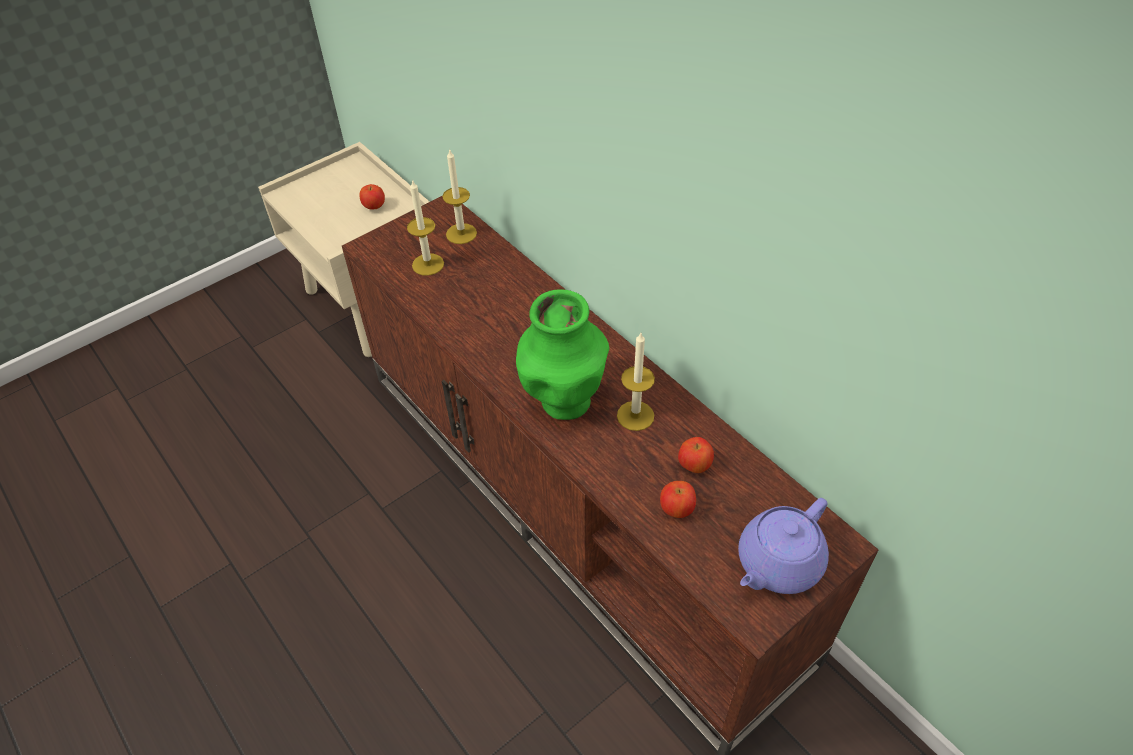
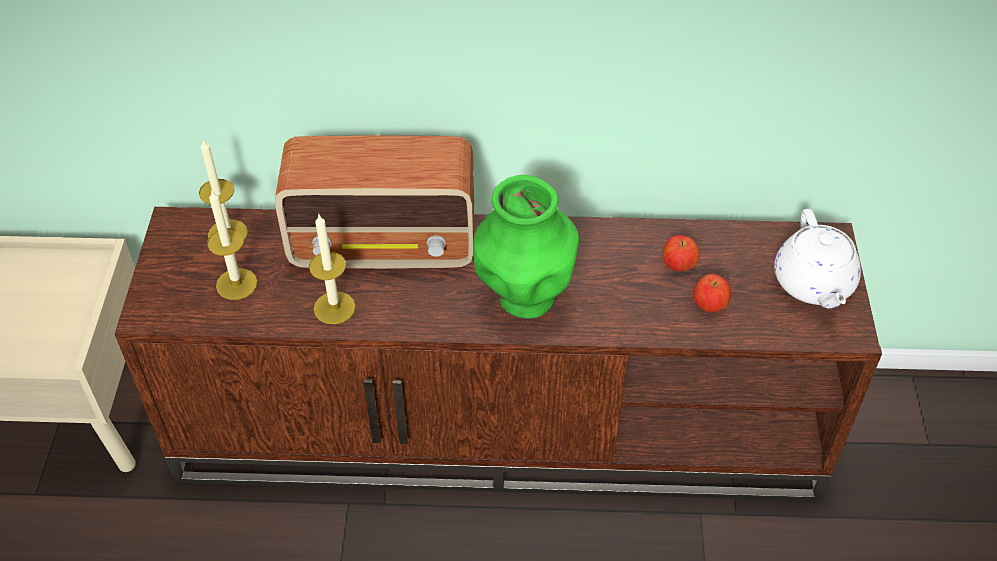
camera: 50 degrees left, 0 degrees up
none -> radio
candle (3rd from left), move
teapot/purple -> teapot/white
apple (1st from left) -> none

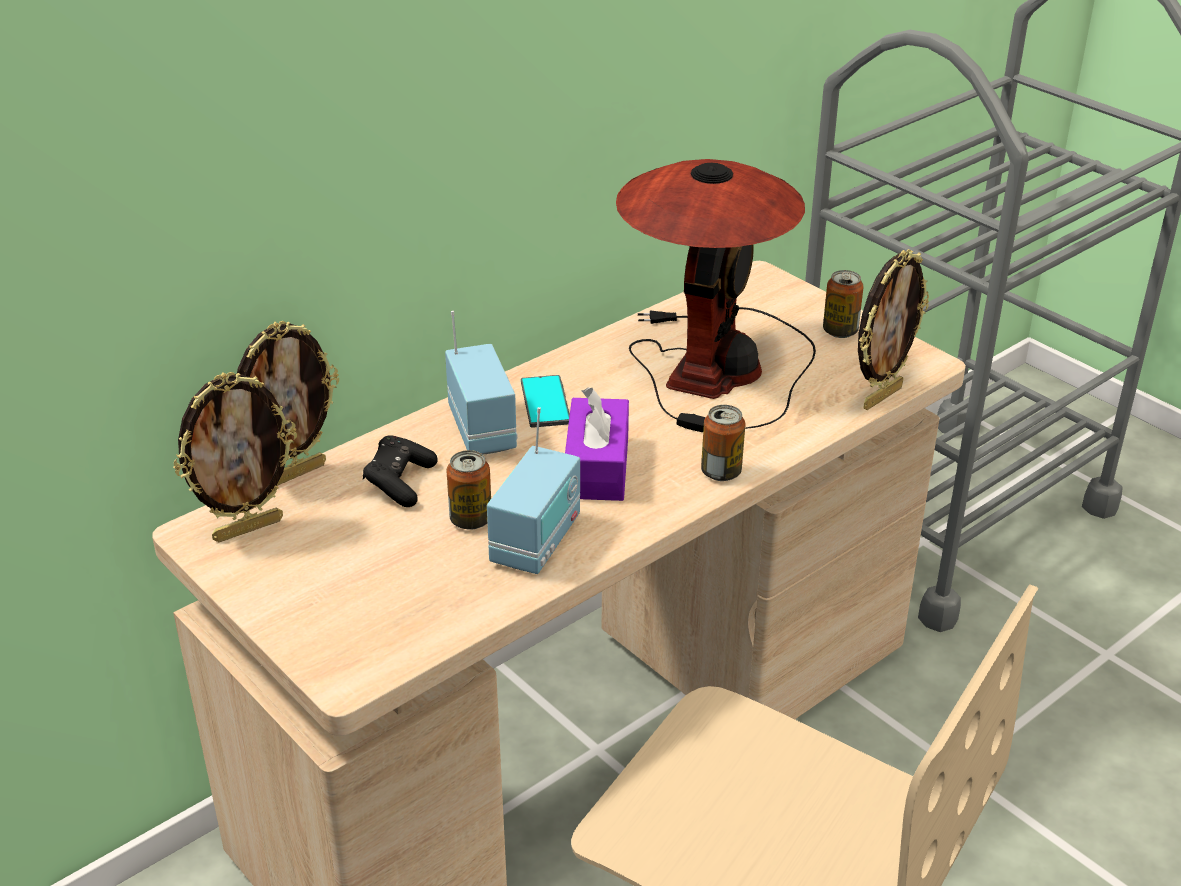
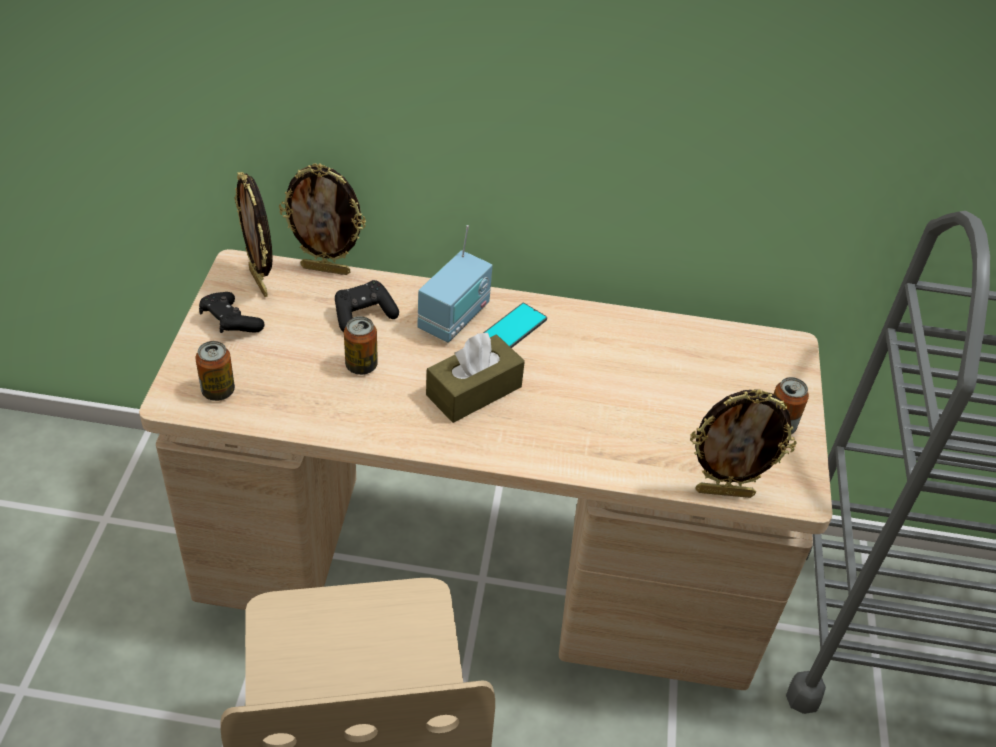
camera: 45 degrees right, 10 degrees up
can (2nd from left in the first image) -> can (1st from left), move
none -> game controller/black (1st from left)
picture frame (1st from left), 45 degrees clockwise
tissue box/purple -> tissue box/brown
radio (2nd from left) -> none
table lamp -> none

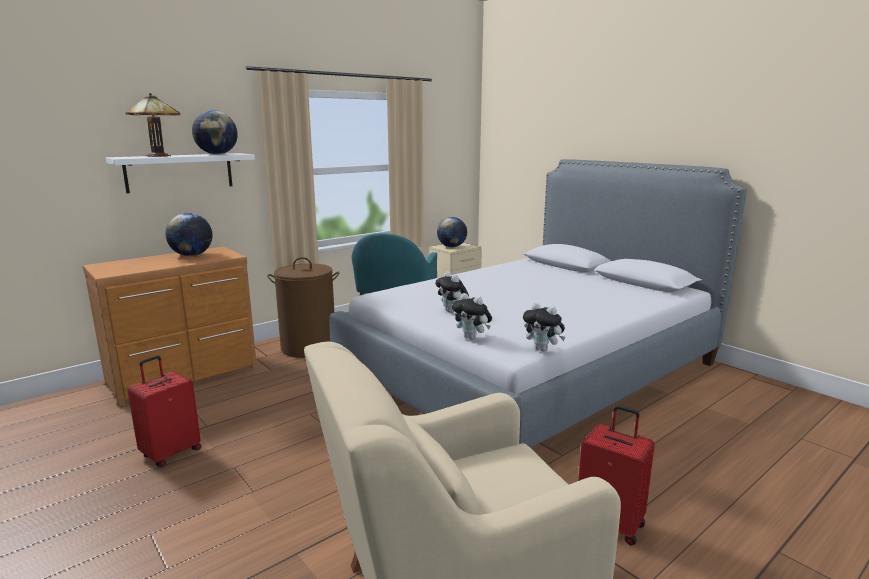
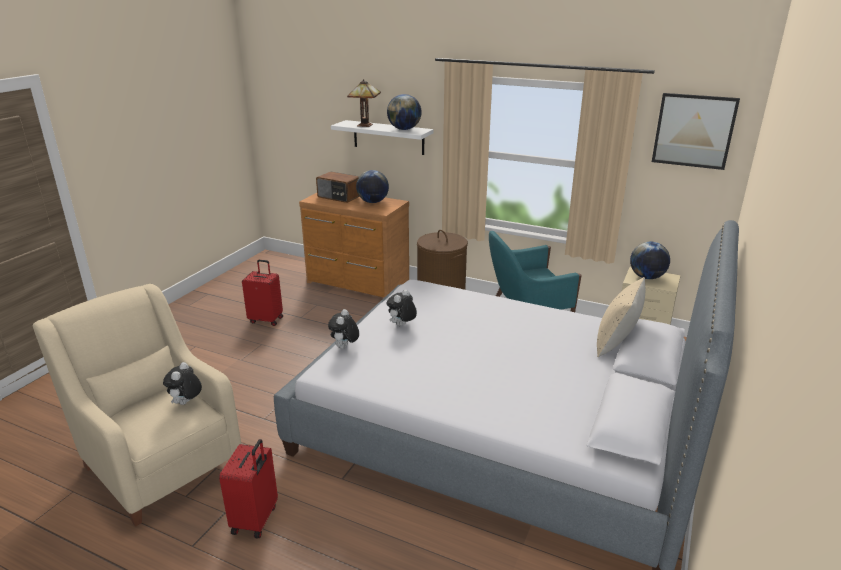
camera: 65 degrees right, 10 degrees up
plush toy (3rd from left in the first image) -> plush toy (1st from left), move
none -> radio
none -> pillow/beige
none -> picture

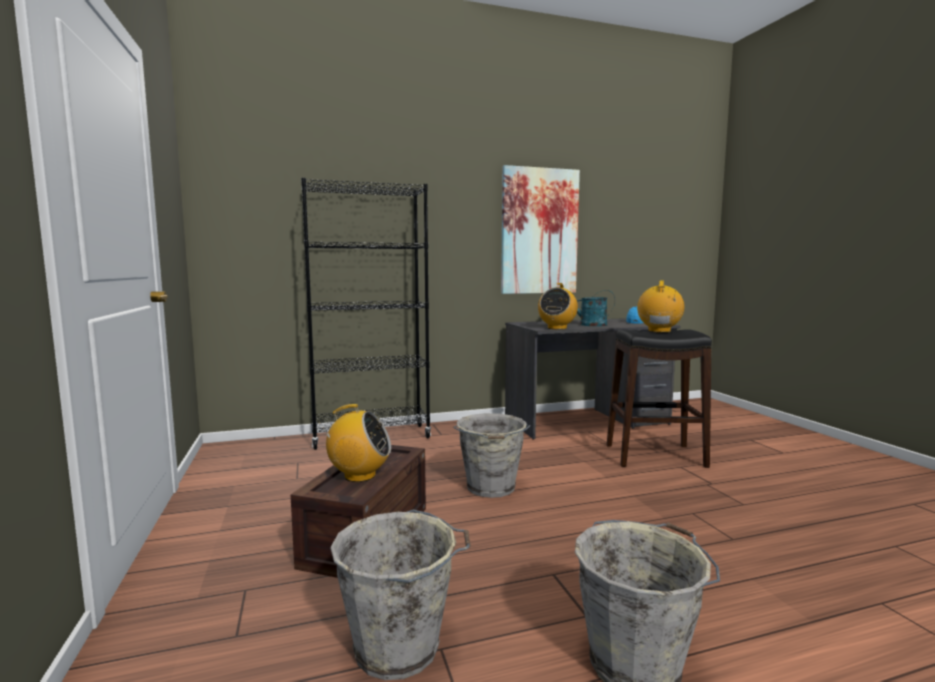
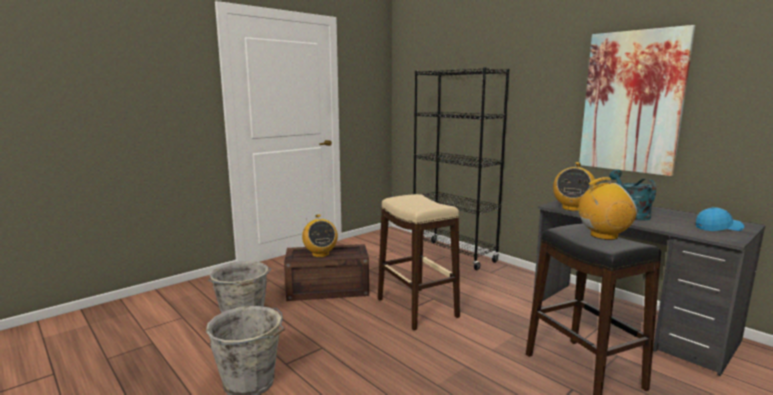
camera: 65 degrees right, 5 degrees up
bucket/grey (2nd from left) -> stool/beige
radio (2nd from left), 60 degrees counterclockwise

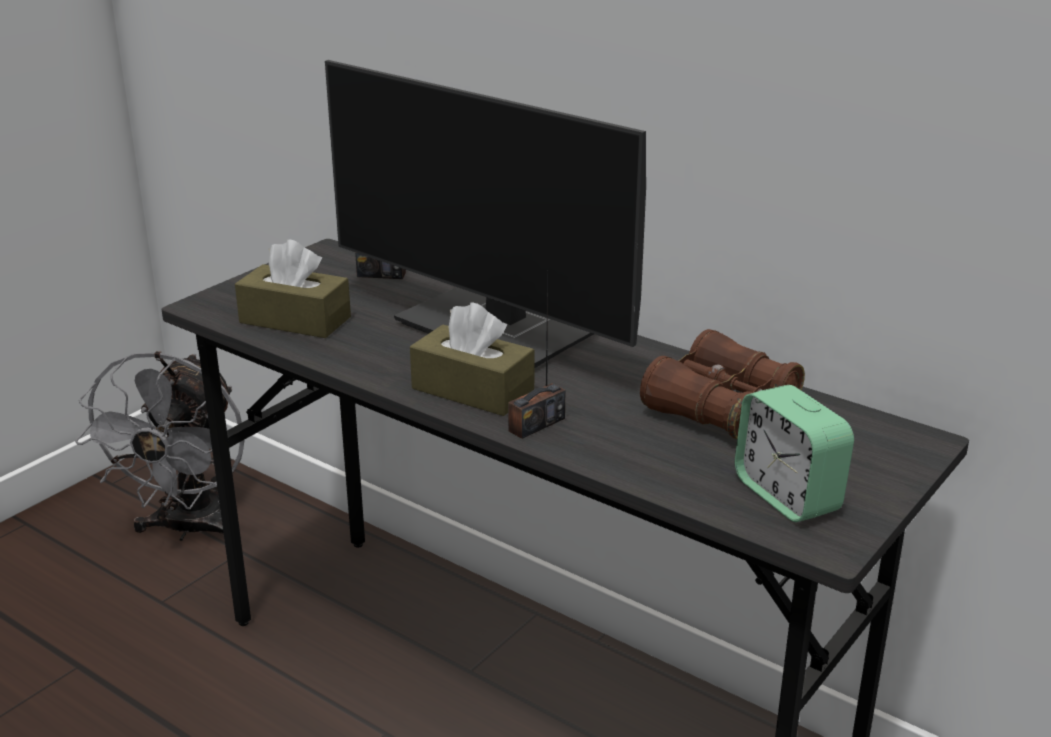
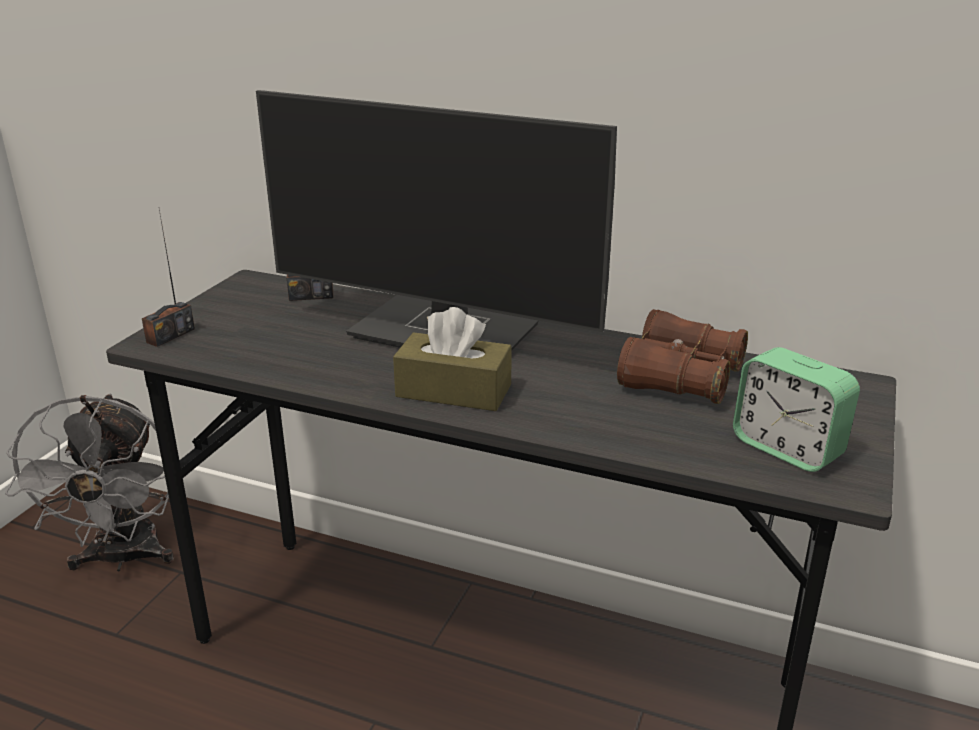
camera: 15 degrees left, 0 degrees up
radio (2nd from left in the first image) -> radio (1st from left), move
tissue box/brown (1st from left) -> none

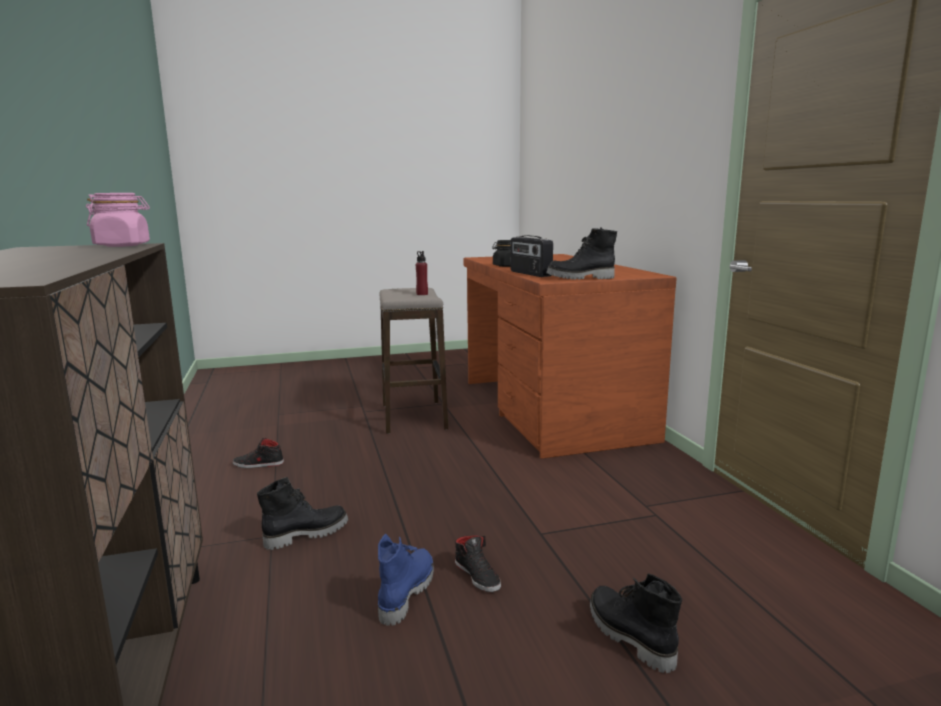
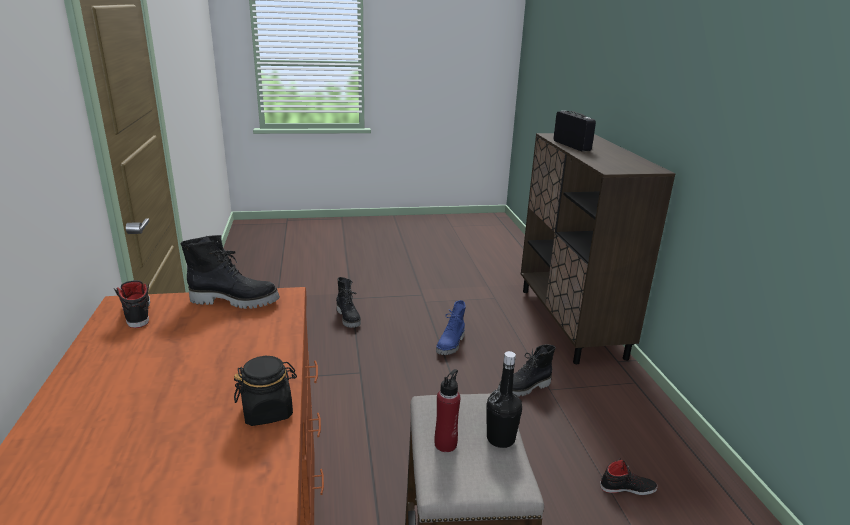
camera: 175 degrees left, 10 degrees up
shoe/black (2nd from left in the first image) -> shoe/black (1st from left), move
none -> bottle/black
radio, move
jar/pink -> none

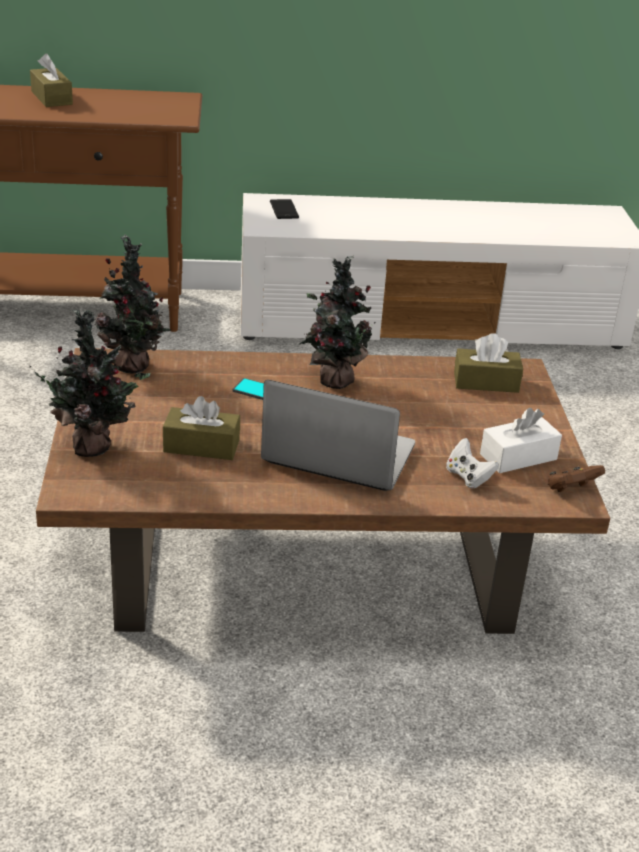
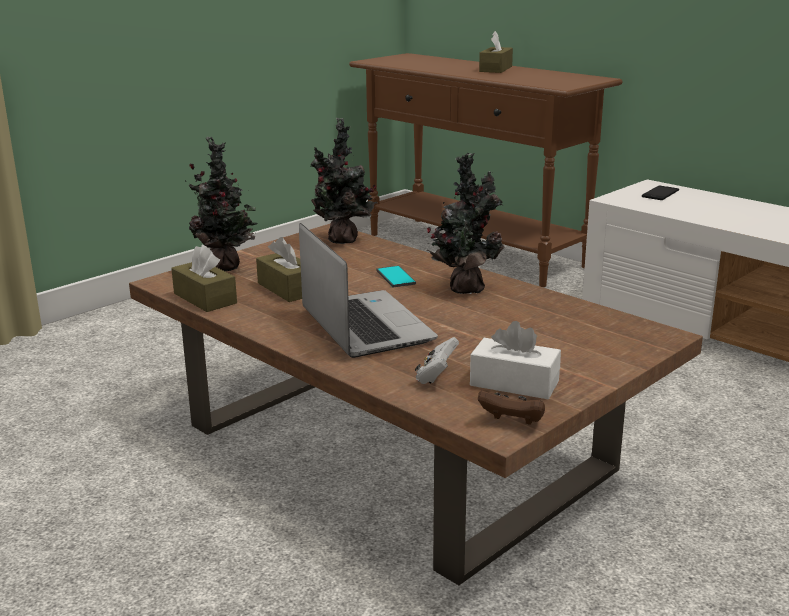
camera: 50 degrees right, 10 degrees down
tissue box/brown (3rd from left in the first image) -> tissue box/brown (1st from left), move

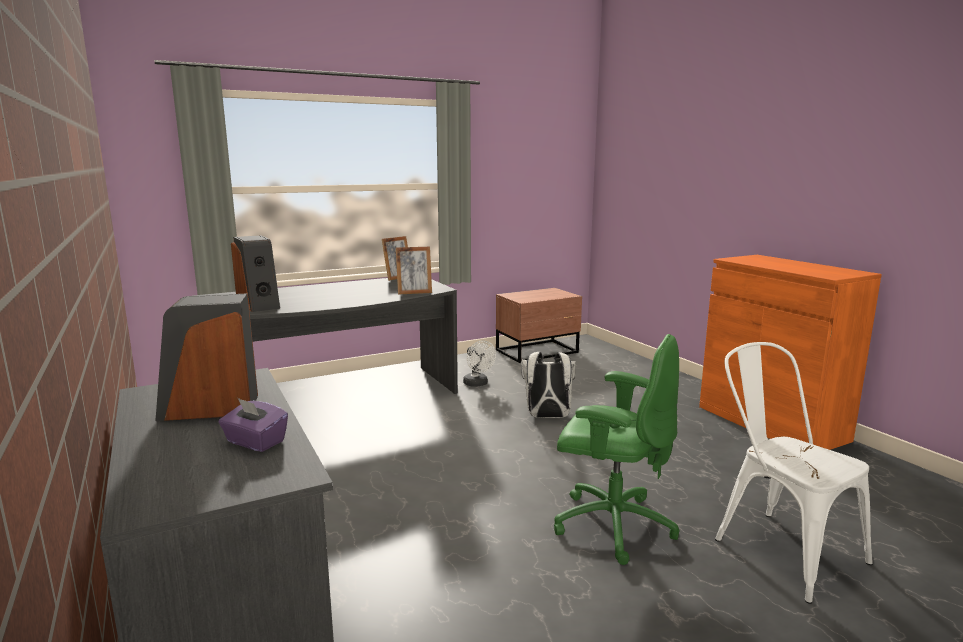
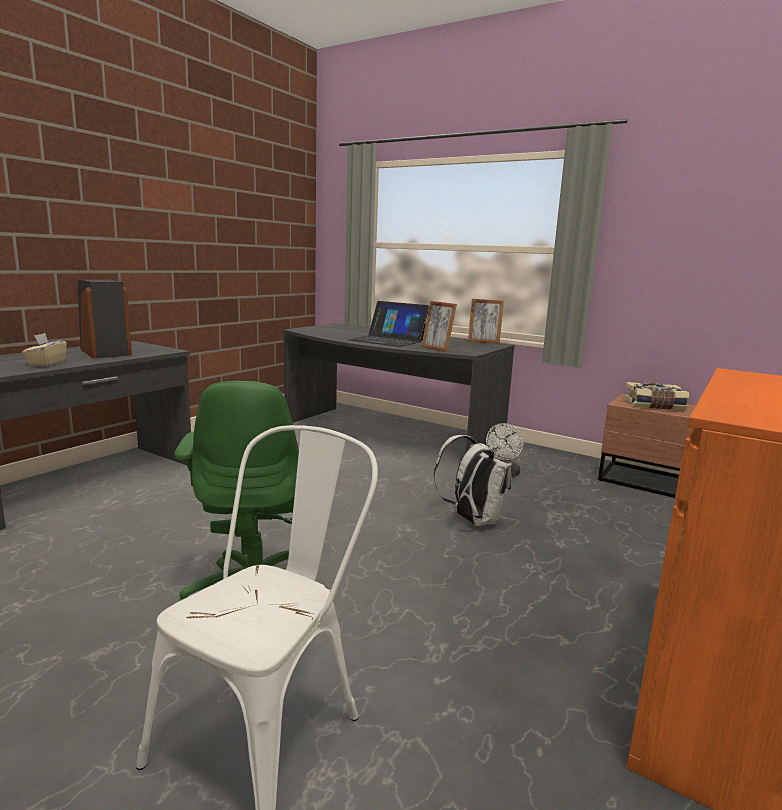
camera: 60 degrees right, 0 degrees up
tissue box/purple -> tissue box/beige
none -> laptop
none -> book
speaker (2nd from left) -> none

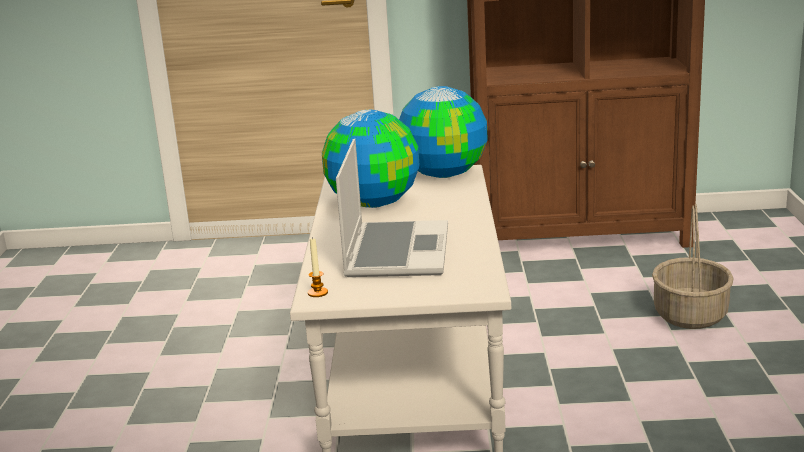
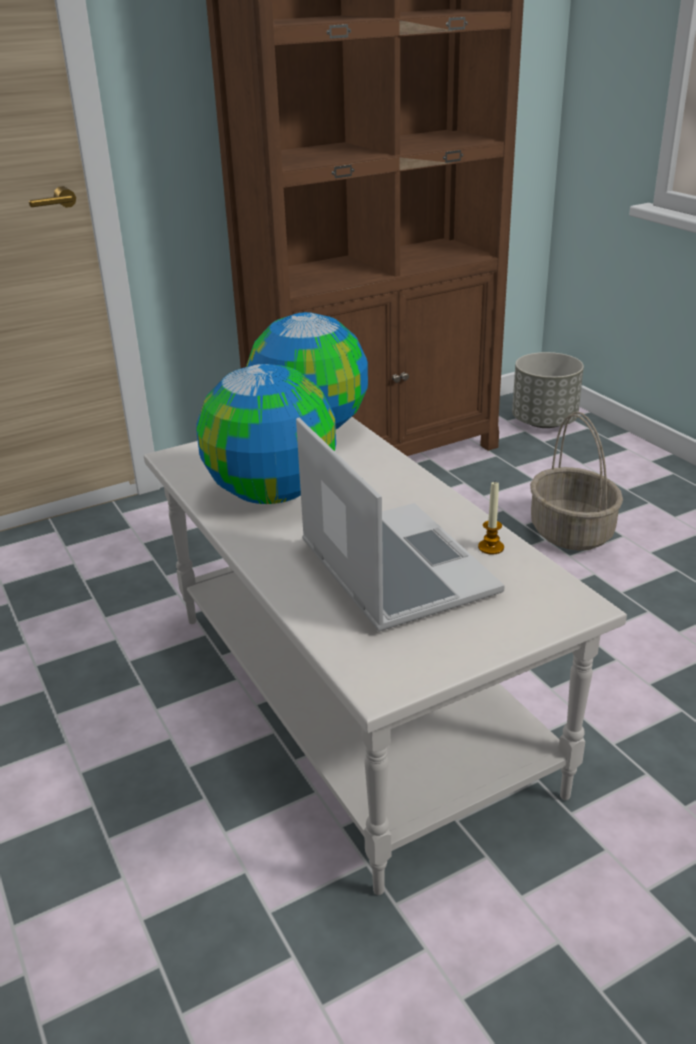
camera: 30 degrees left, 10 degrees up
candle, move
none -> planter/grey

